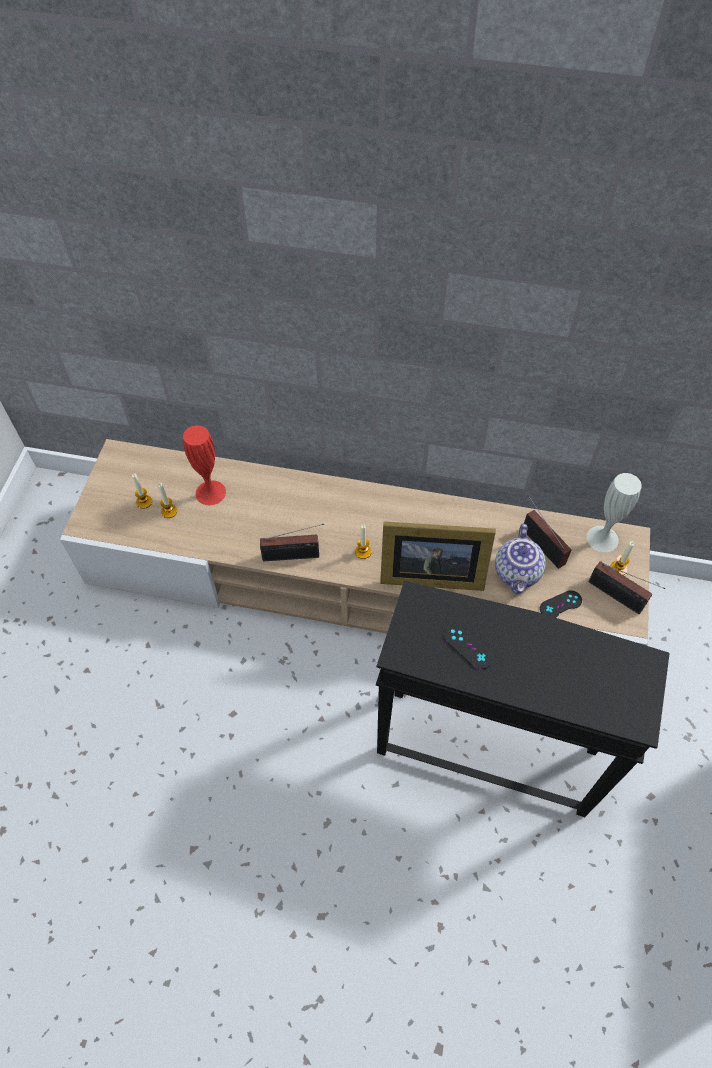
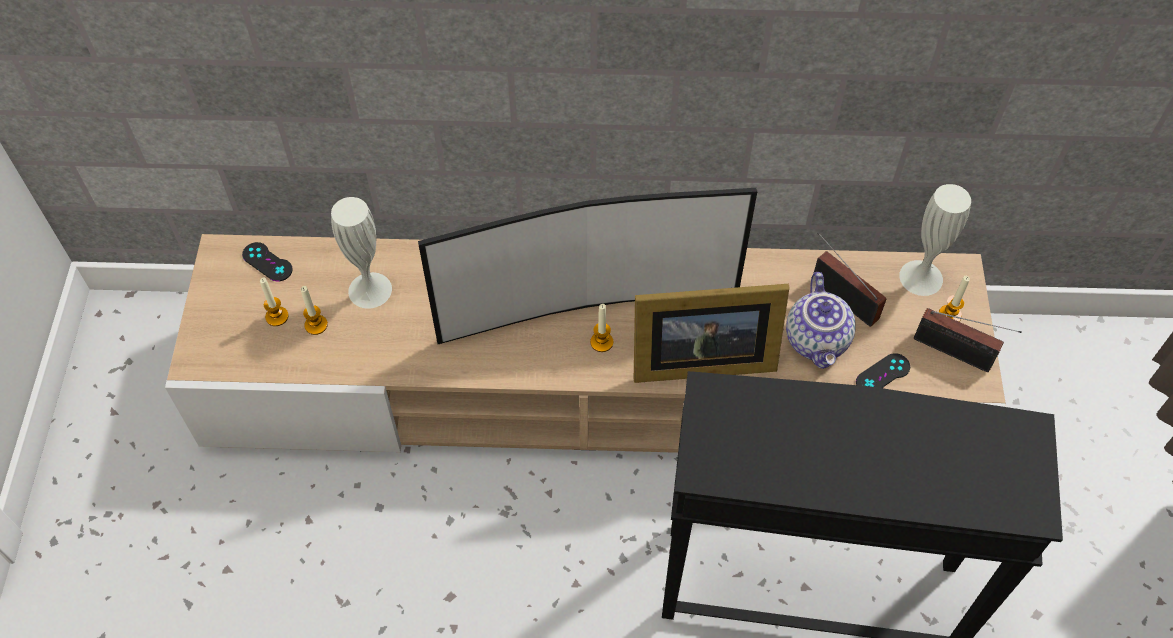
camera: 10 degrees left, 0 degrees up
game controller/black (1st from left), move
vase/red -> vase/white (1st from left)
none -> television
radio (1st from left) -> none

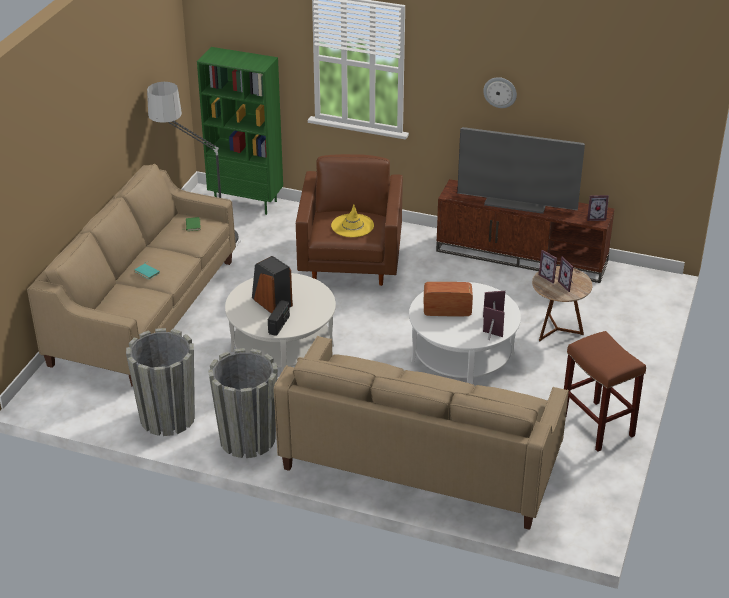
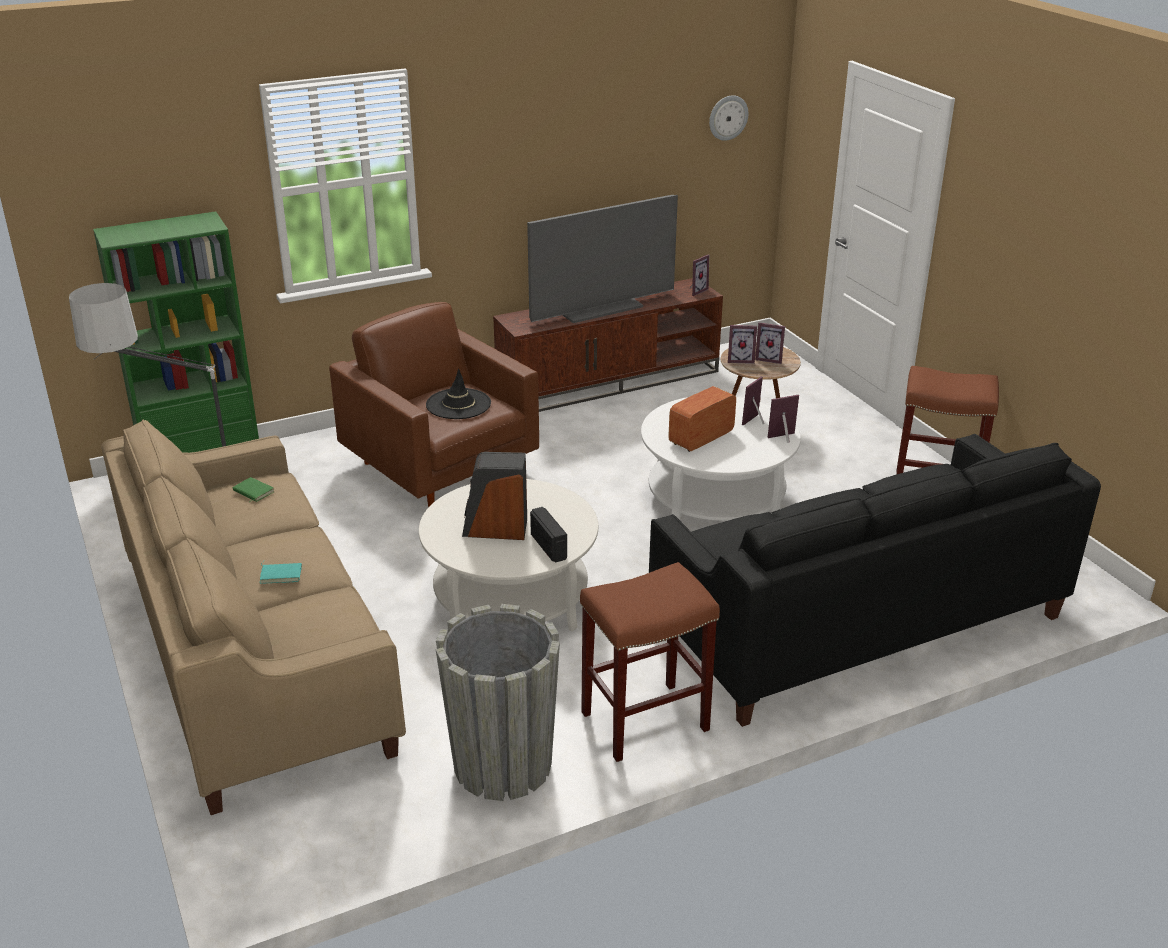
camera: 45 degrees left, 5 degrees down
hat/yellow -> hat/black
planter/grey (2nd from left) -> stool/brown (1st from left)
sofa/beige (2nd from left) -> sofa/black
wall clock, move

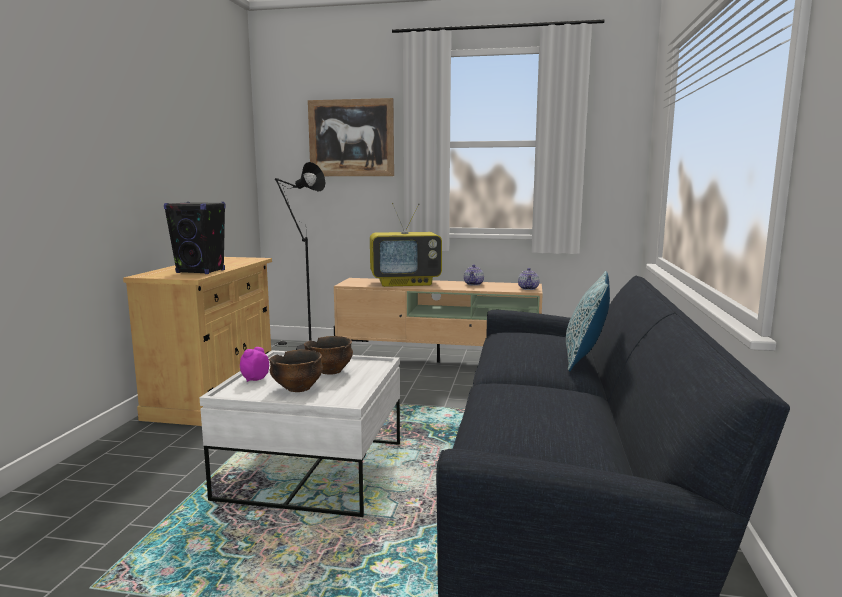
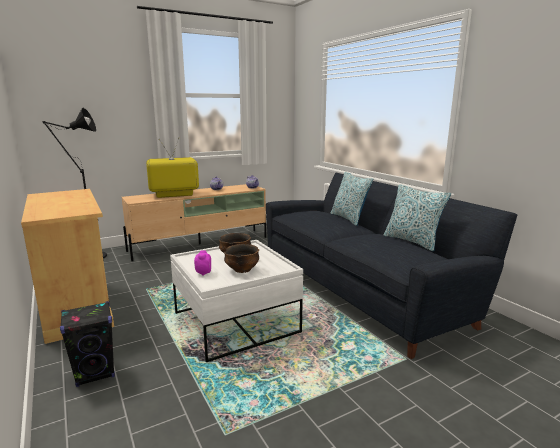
camera: 40 degrees left, 5 degrees up
speaker/black, move
television, 150 degrees counterclockwise
none -> pillow (2nd from left)
picture -> none

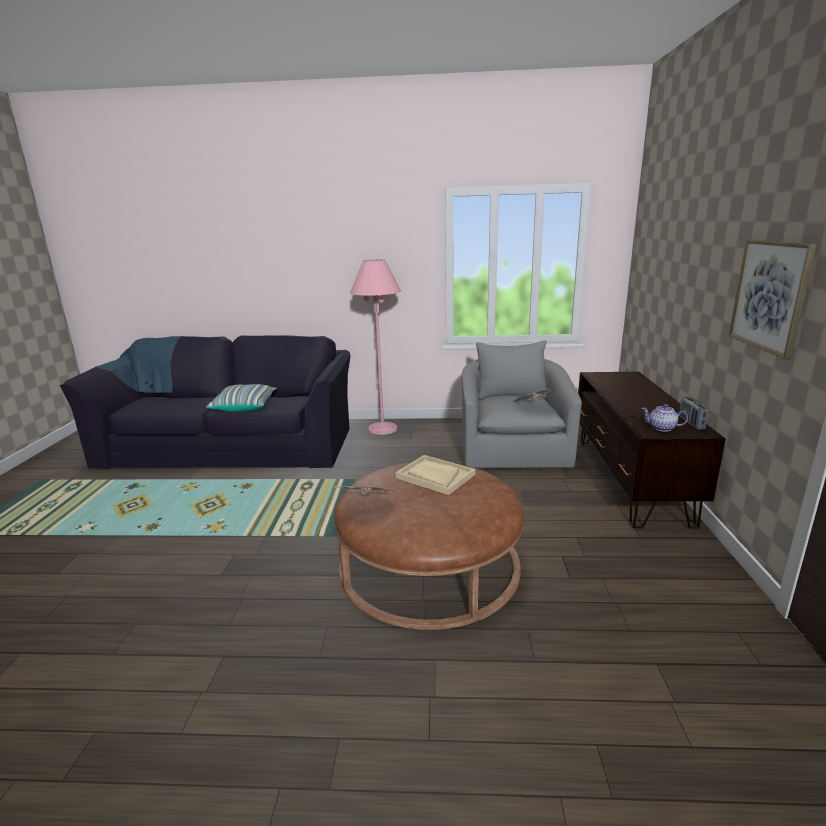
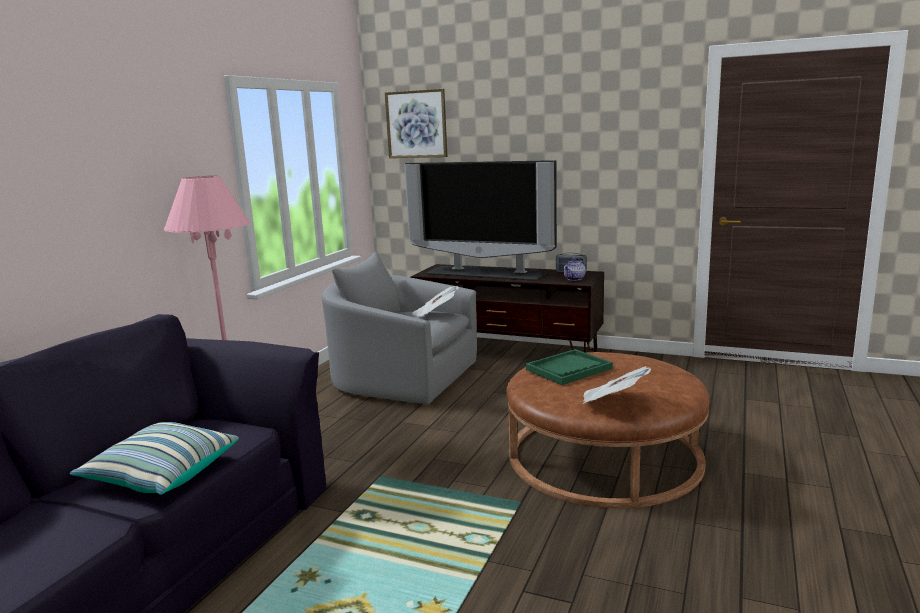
camera: 70 degrees left, 5 degrees down
picture, move
none -> television
tray/beige -> tray/green

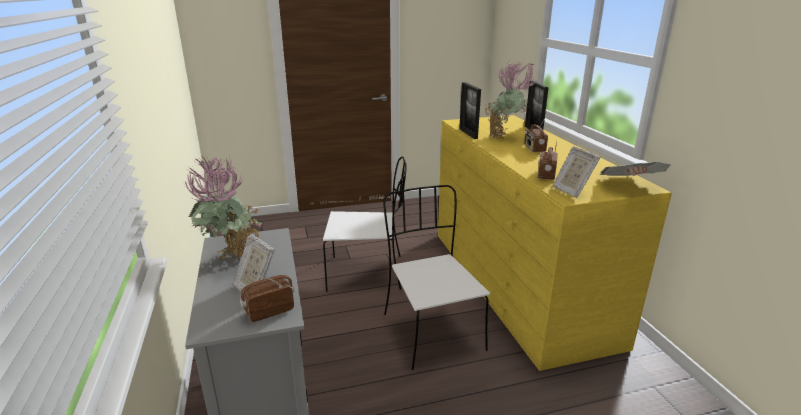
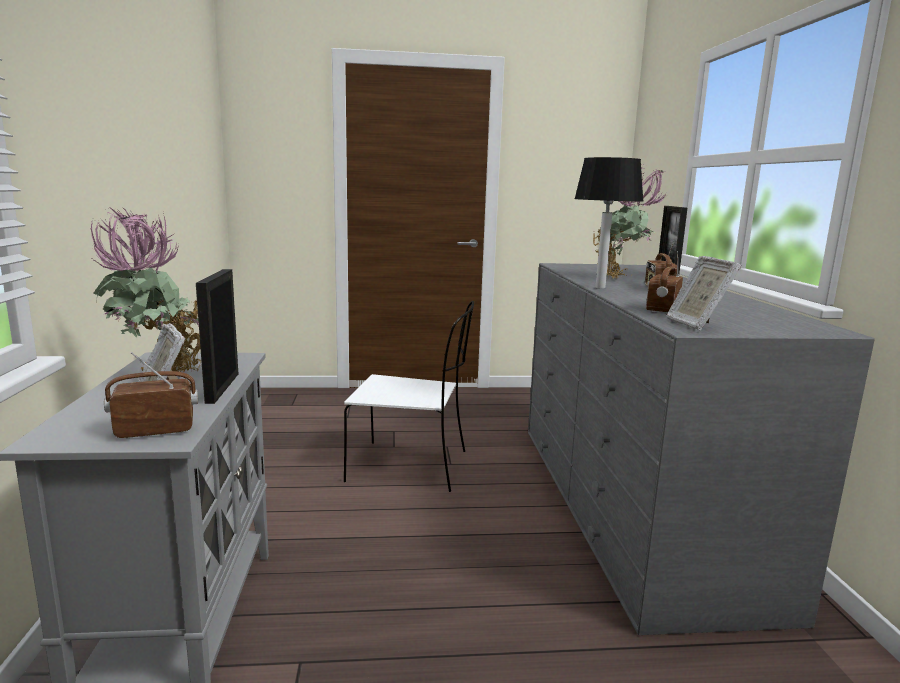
camera: 10 degrees right, 10 degrees down
picture frame (2nd from left), move
dresser/yellow -> dresser/grey
none -> table lamp
chair/white (2nd from left) -> none
newspaper -> none

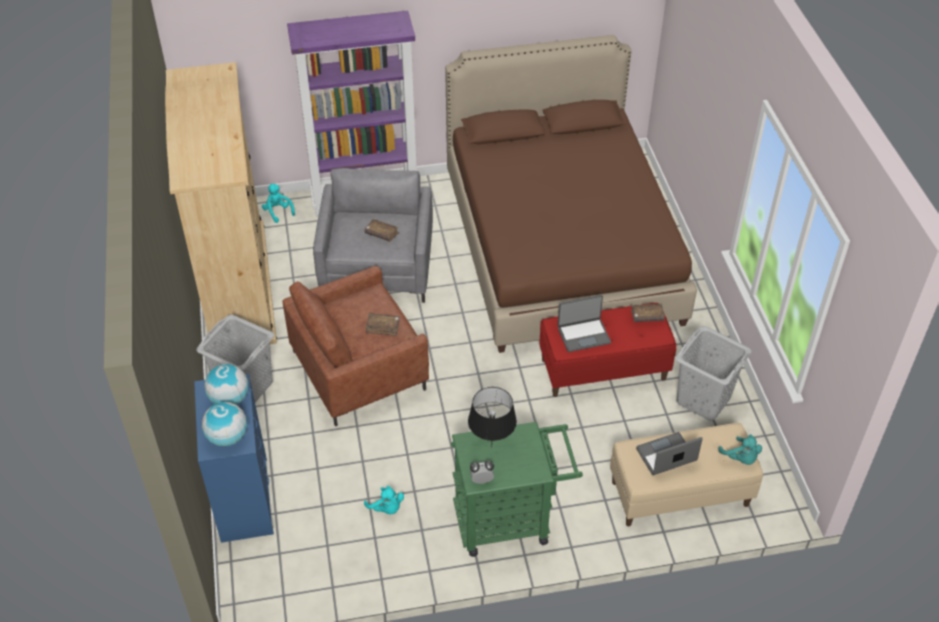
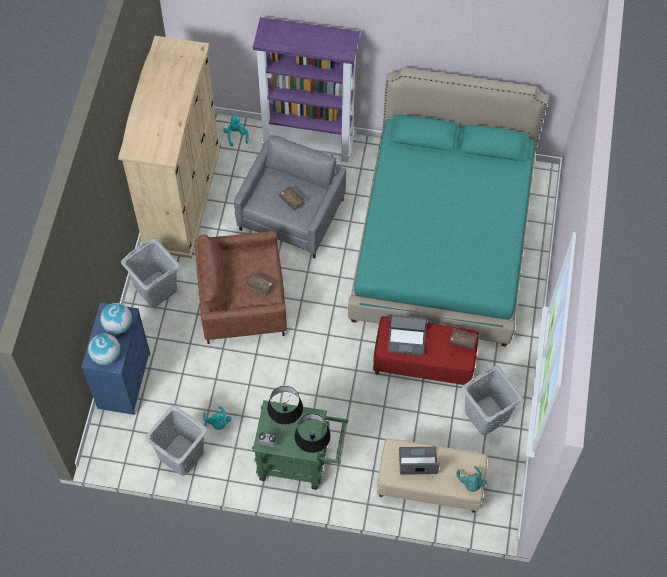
camera: 20 degrees right, 15 degrees up
none -> laundry basket/grey (2nd from left)
none -> table lamp/black (2nd from left)
bed/brown -> bed/turquoise

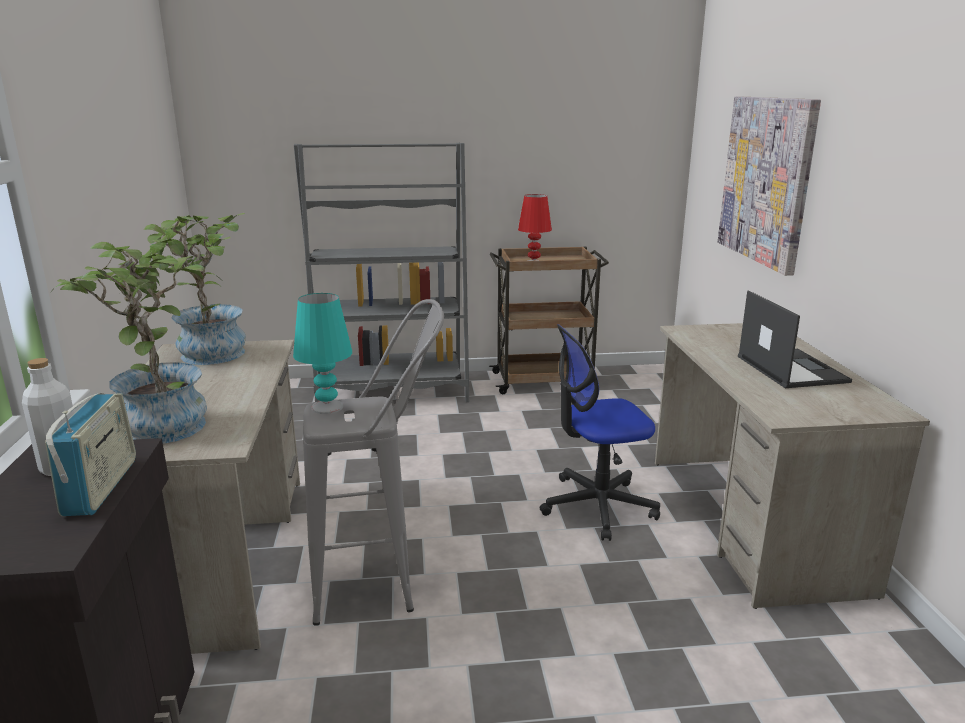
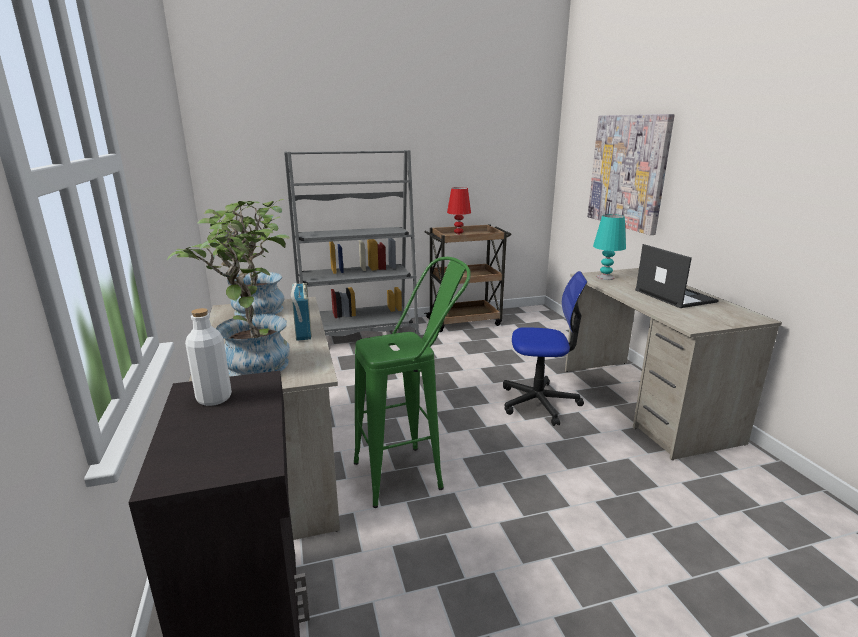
camera: 10 degrees left, 0 degrees up
radio, move
stool/grey -> stool/green
office chair, 150 degrees counterclockwise
table lamp/turquoise, move

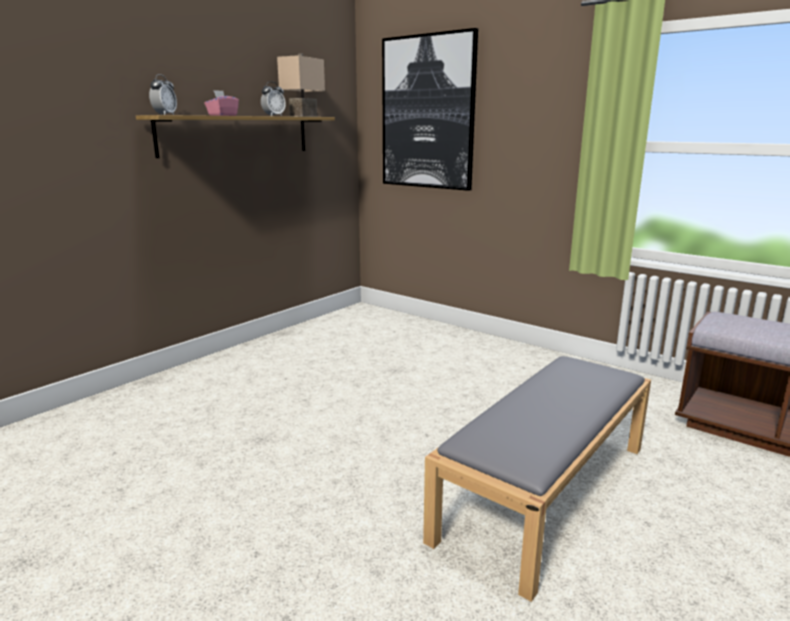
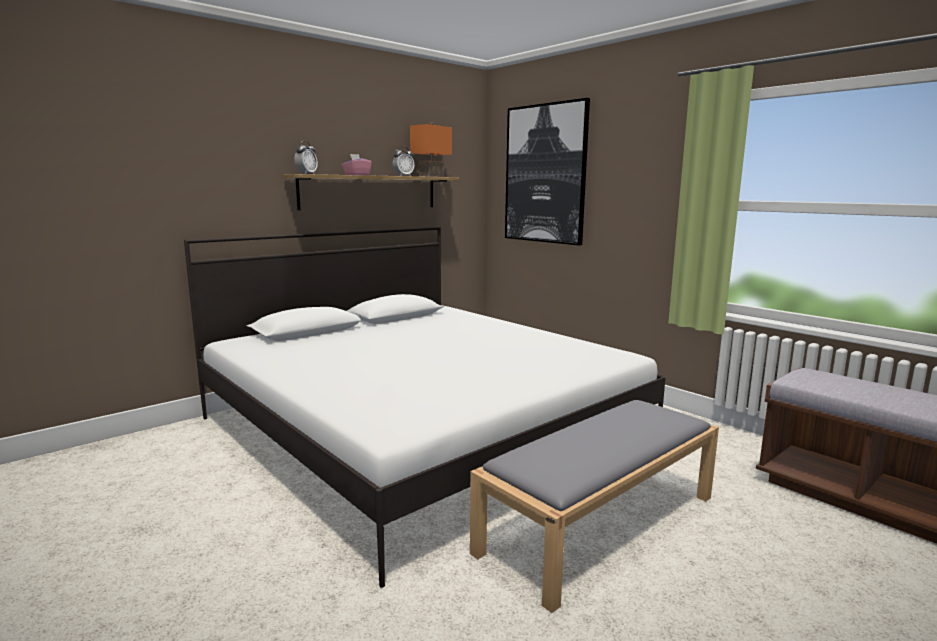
camera: 10 degrees right, 5 degrees down
none -> bed/white
table lamp/beige -> table lamp/orange

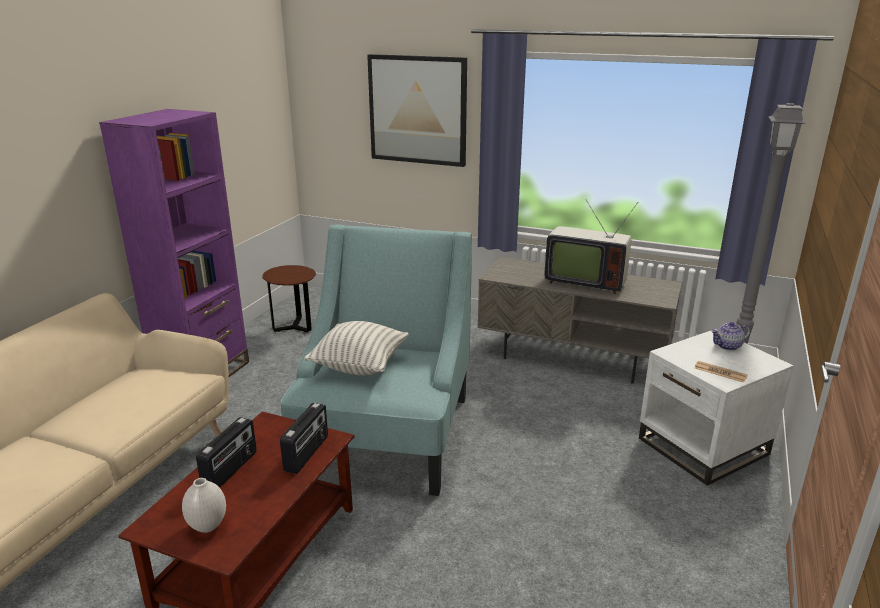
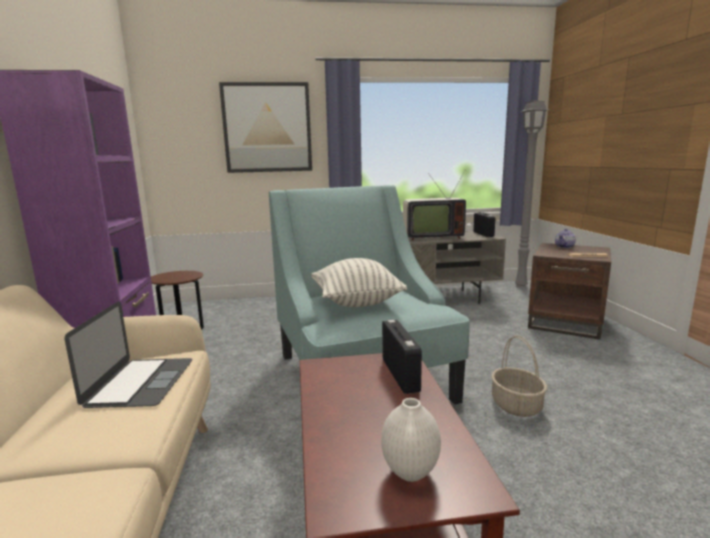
camera: 30 degrees left, 10 degrees down
none -> laptop
radio (1st from left in the first image) -> radio (2nd from left), move
none -> basket
side table/white -> side table/brown (2nd from left)

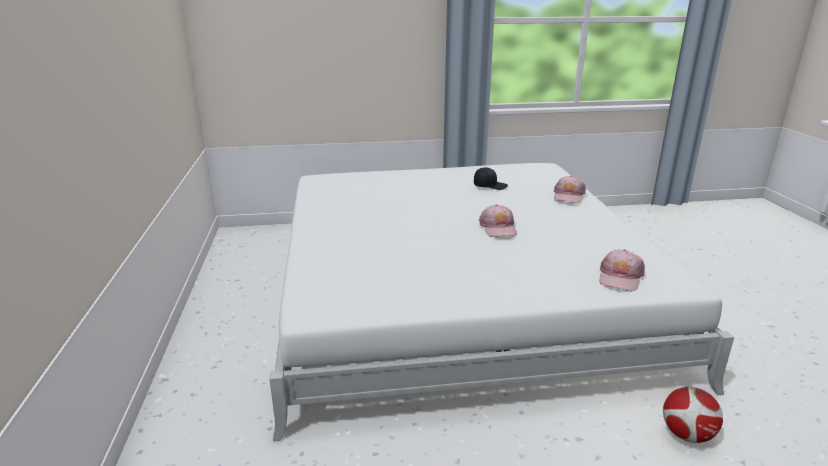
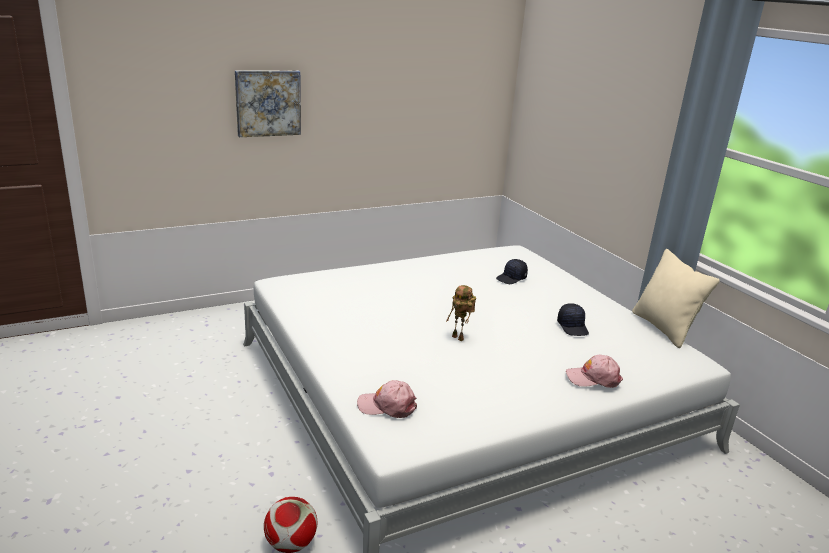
camera: 70 degrees right, 0 degrees up
none -> picture
cap/pink (1st from left) -> toy robot
none -> cap/black (1st from left)
none -> pillow/beige

